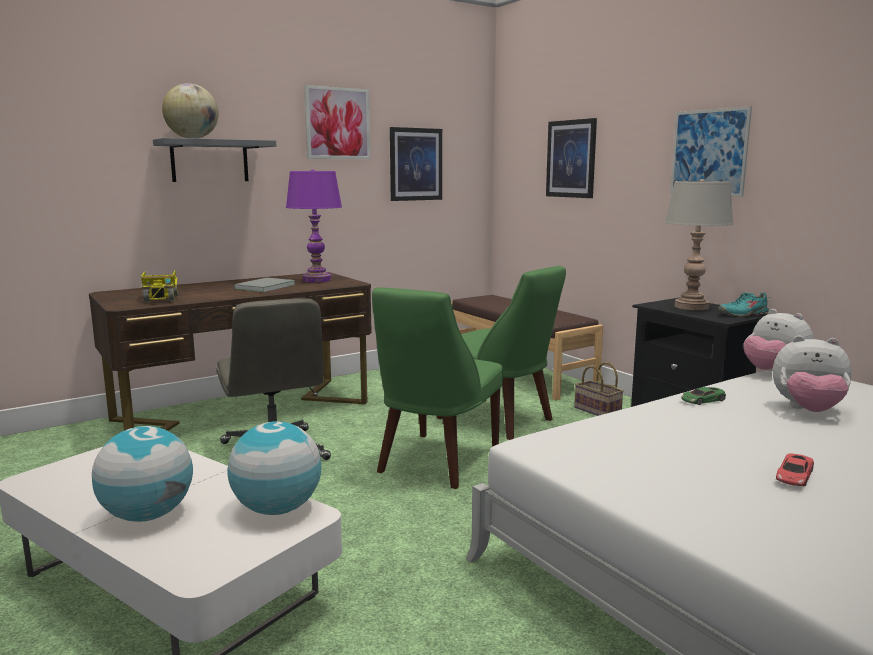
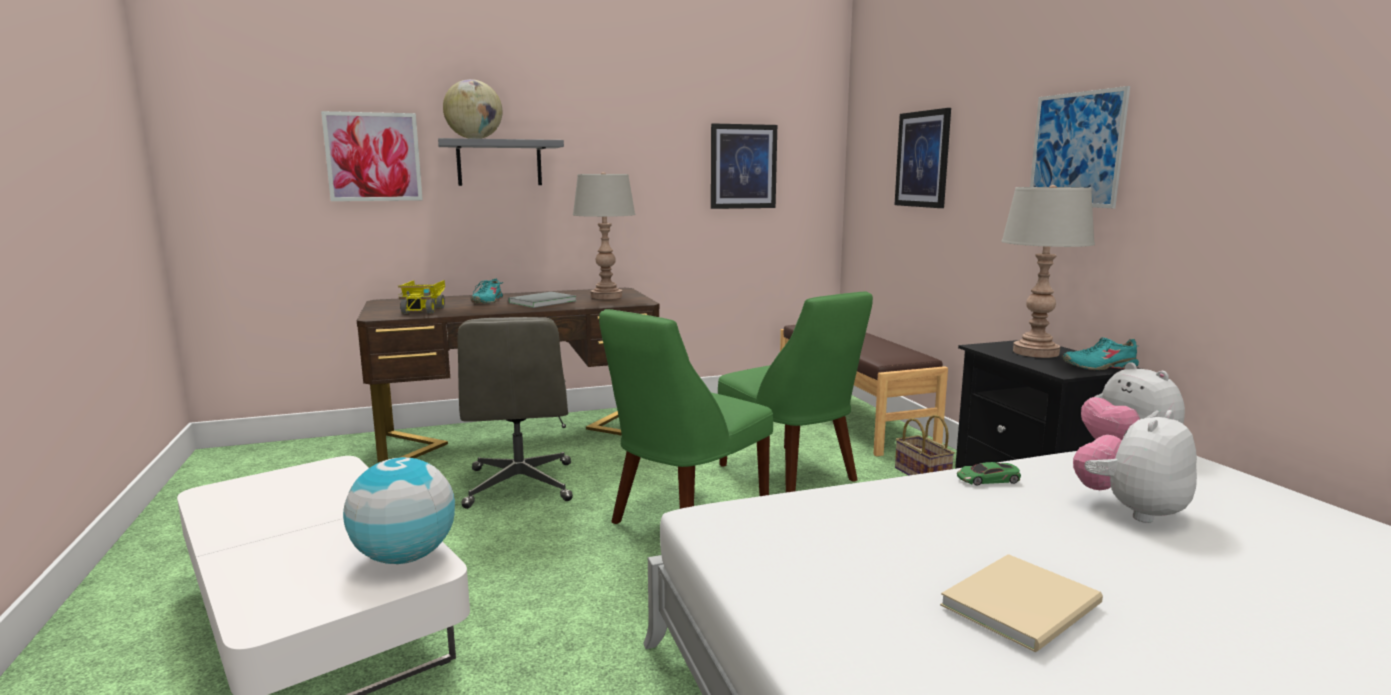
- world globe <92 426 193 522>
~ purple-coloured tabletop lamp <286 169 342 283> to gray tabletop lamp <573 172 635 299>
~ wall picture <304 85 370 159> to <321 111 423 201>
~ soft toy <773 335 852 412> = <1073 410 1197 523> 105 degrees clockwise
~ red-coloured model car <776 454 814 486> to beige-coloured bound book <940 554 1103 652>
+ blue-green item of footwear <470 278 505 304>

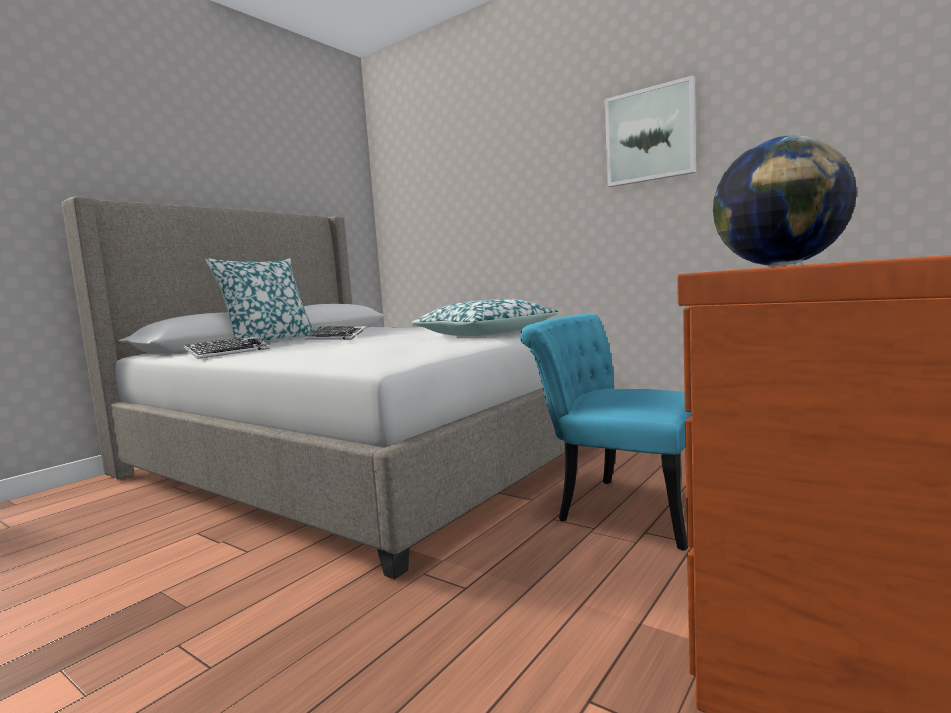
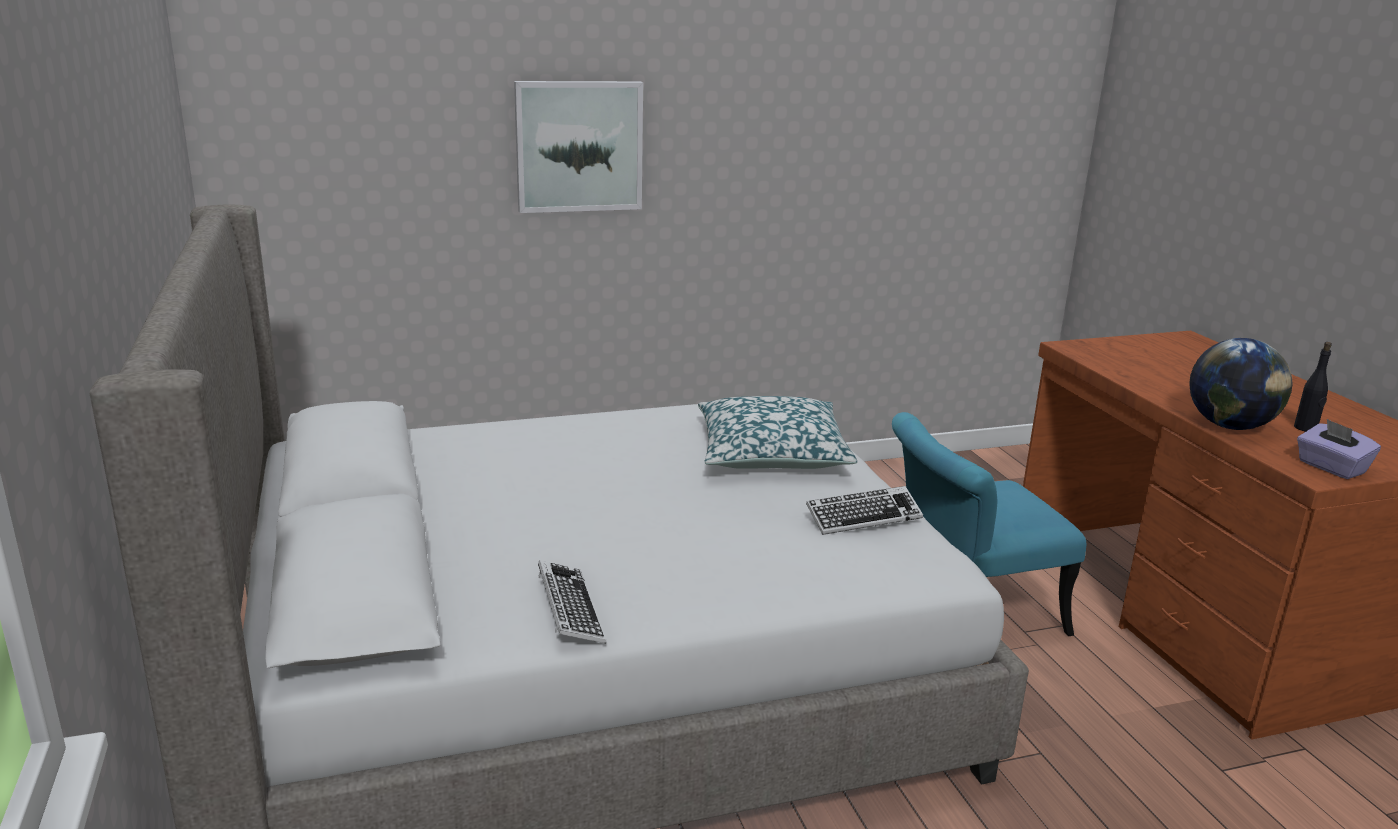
- throw pillow <205 258 315 341>
~ PC keyboard <305 326 367 340> to <806 486 923 535>
~ wall picture <605 75 696 187> to <514 81 643 213>
+ black beverage bottle <1294 342 1332 432>
+ purple-coloured tissue box <1297 419 1381 479>

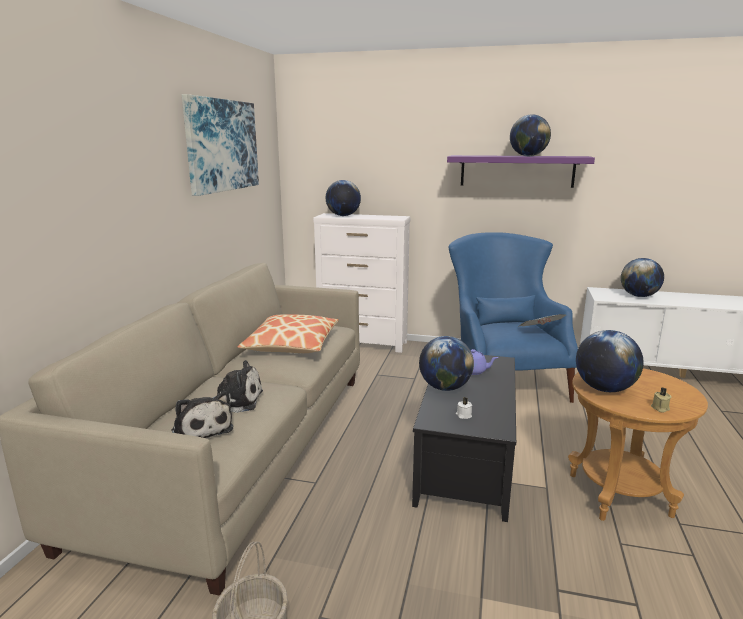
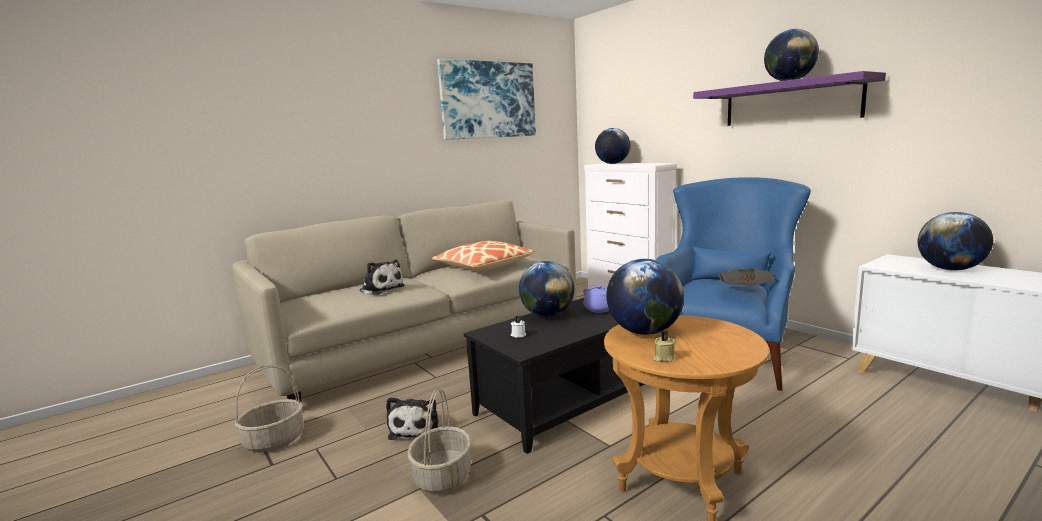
~ soft toy <171 391 233 439> to <386 397 439 440>
+ basket <407 389 472 493>

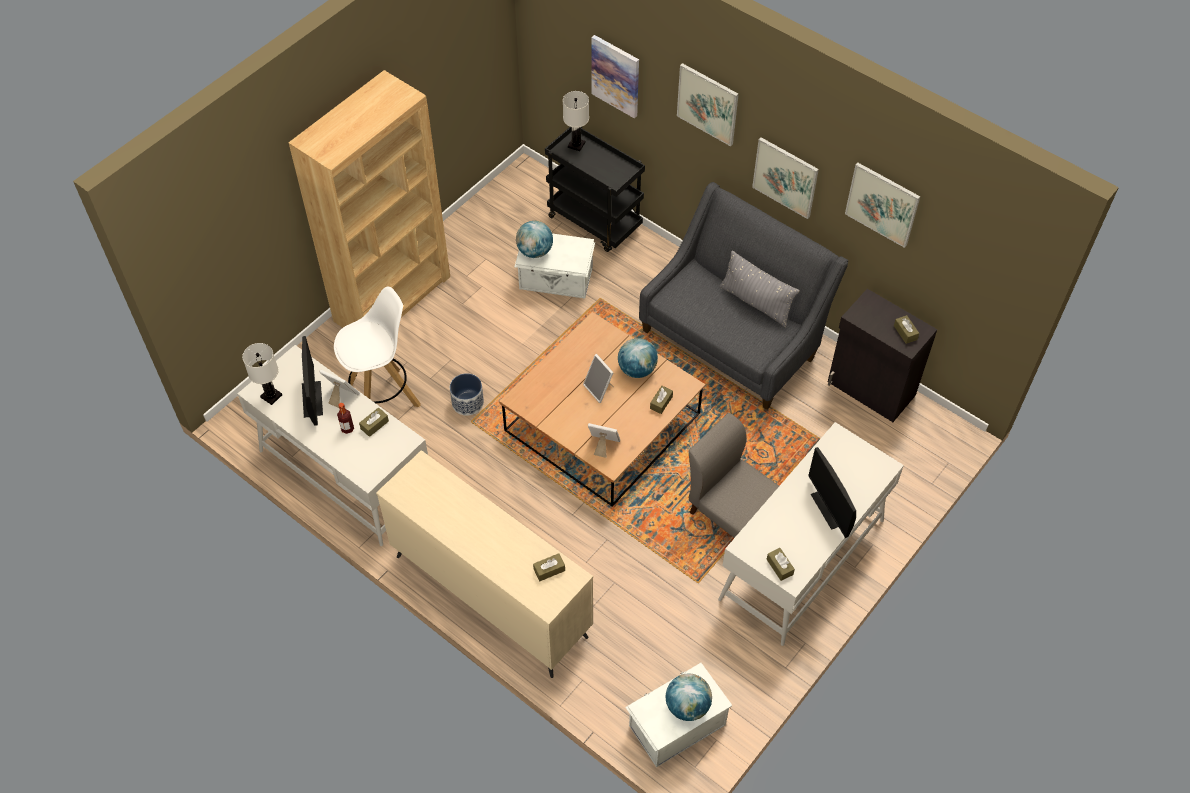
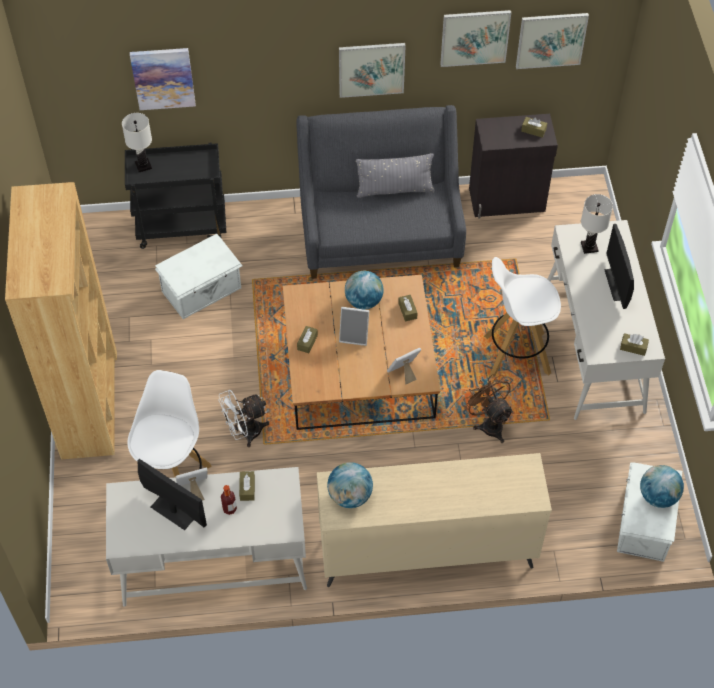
~ white tabletop lamp <242 343 282 405> to <581 194 613 254>
~ planter <450 373 484 416> to white cooling fan <219 390 269 447>
~ world globe <516 221 553 258> to <327 462 373 508>
~ brown-coloured tissue box <533 553 565 581> to <297 326 318 353>
~ wall picture <677 63 739 146> to <516 13 589 69>
~ gray chair <689 413 779 538> to white sitting stool <484 257 561 378>
~ monitor <808 447 856 538> = <604 224 634 309> 60 degrees clockwise
+ brown-coloured cooling fan <464 374 514 443>

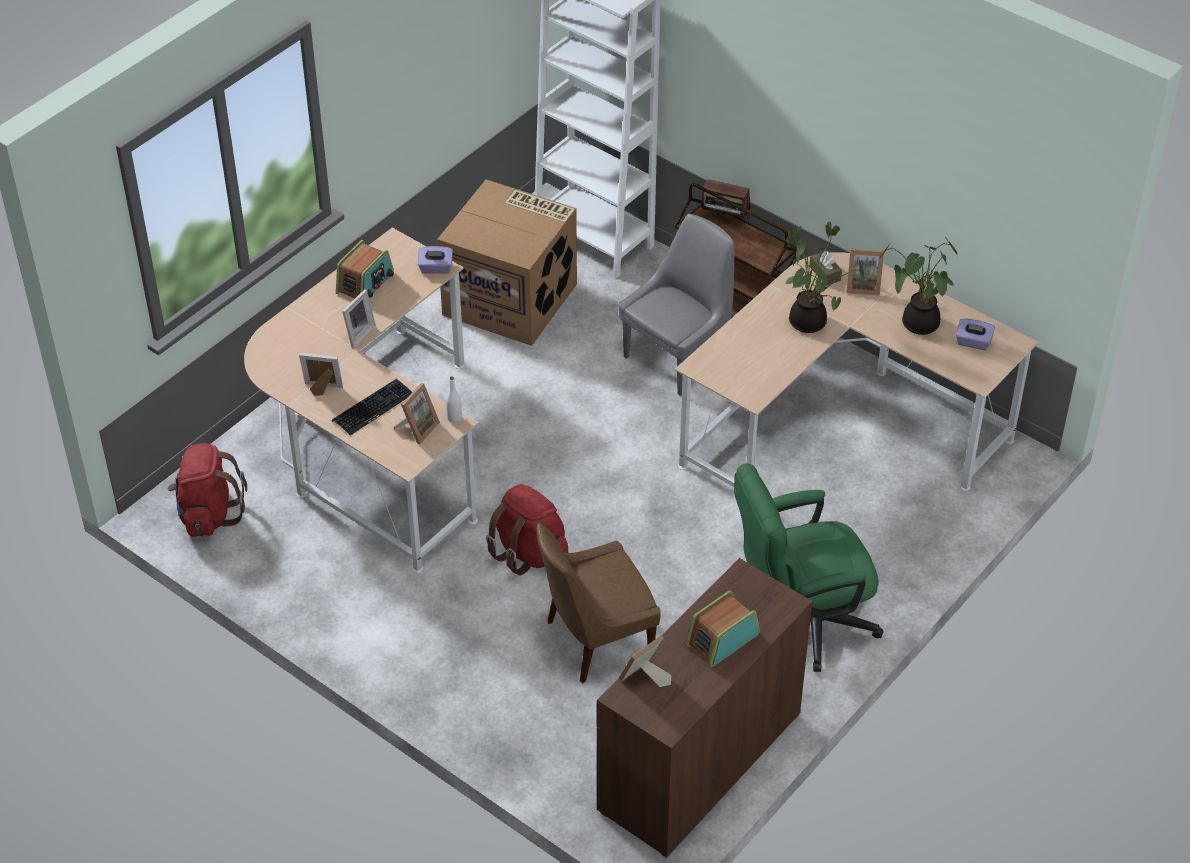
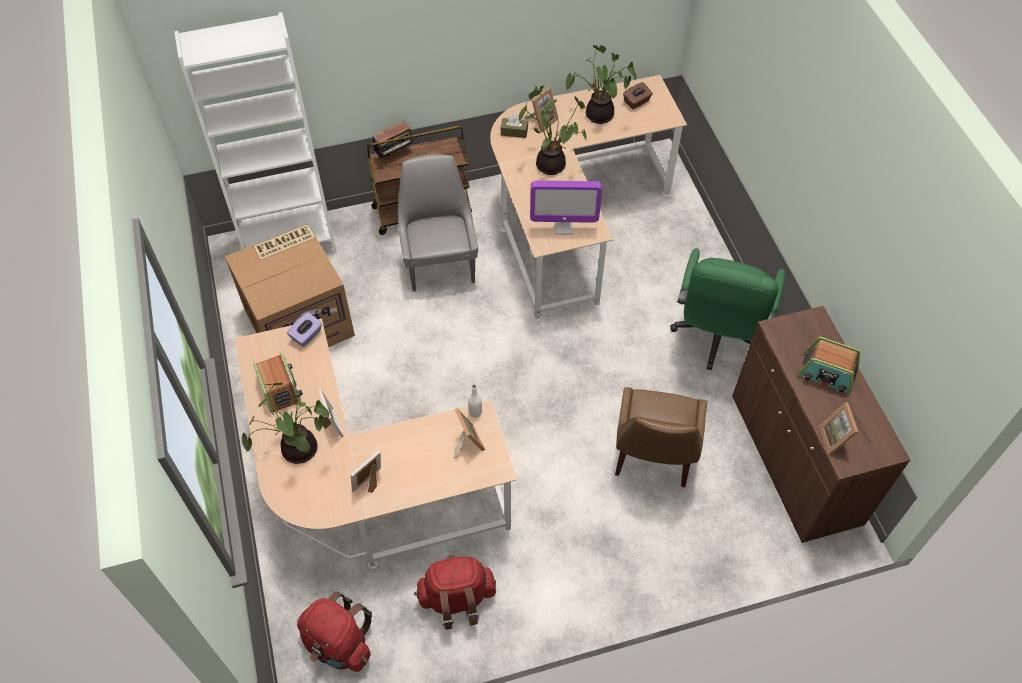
- PC keyboard <332 379 412 435>
~ red-coloured knapsack <486 484 568 576> to <414 554 496 630>
~ radio set <686 590 760 667> = <797 337 860 393> 60 degrees counterclockwise
~ purple-coloured tissue box <956 319 995 350> to brown-coloured tissue box <623 82 653 109>
+ potted plant <242 383 329 464>
+ monitor <530 181 602 234>

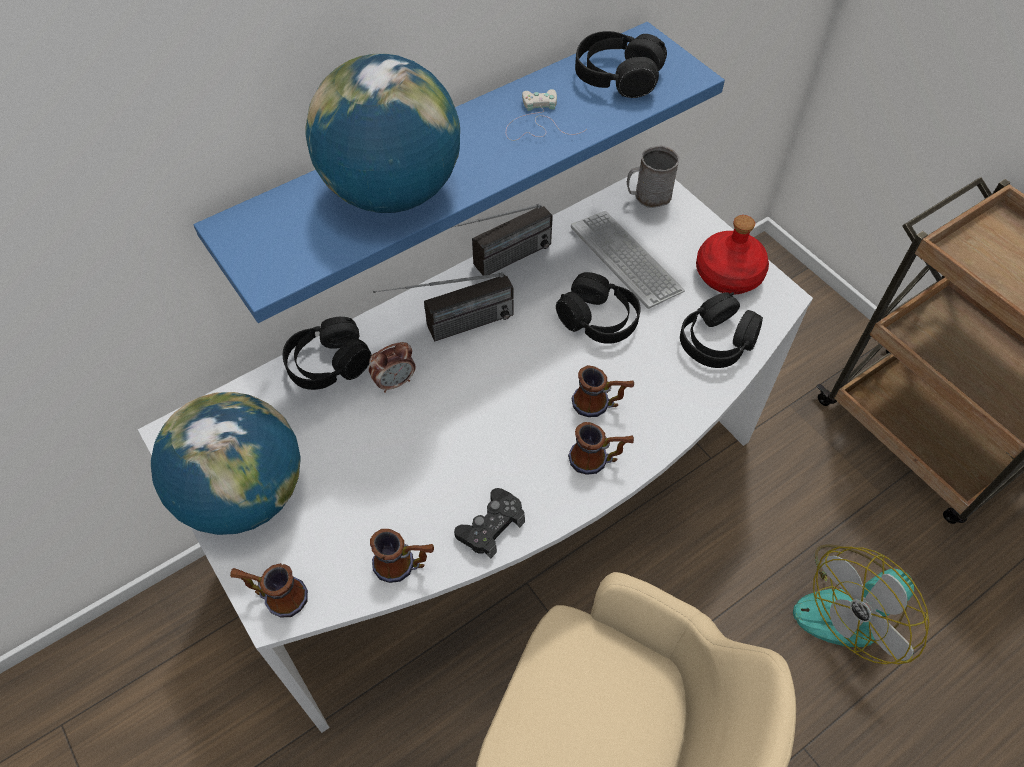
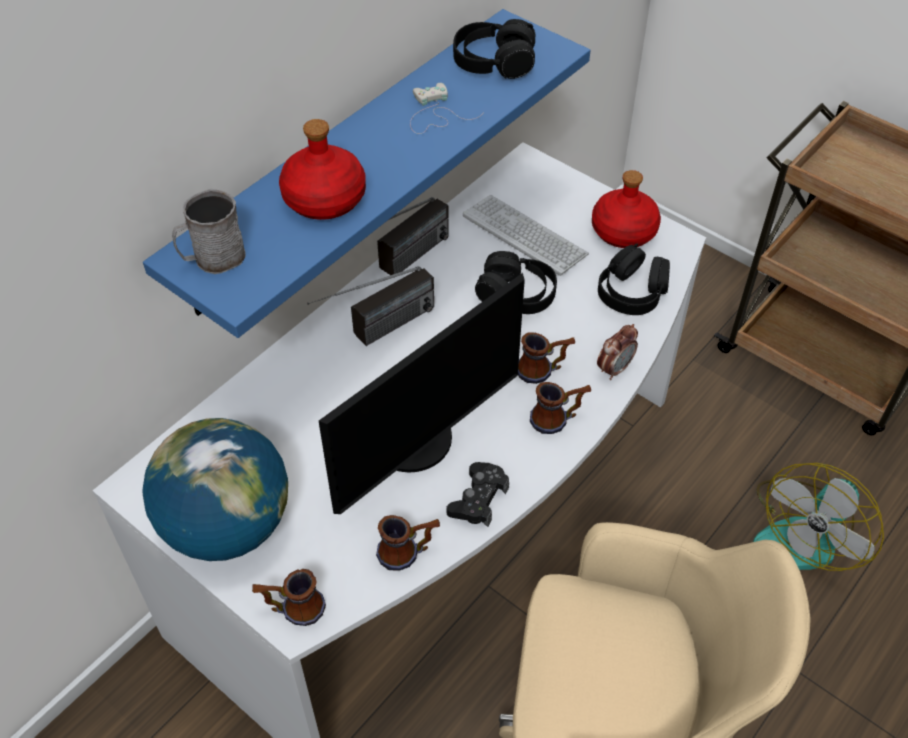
- black pair of headphones <283 317 372 390>
~ world globe <306 54 460 213> to red-coloured beverage bottle <279 119 366 220>
~ alarm clock <369 342 416 393> to <597 324 638 380>
~ gray mug <627 145 680 208> to <172 189 246 274>
+ monitor <319 273 525 514>

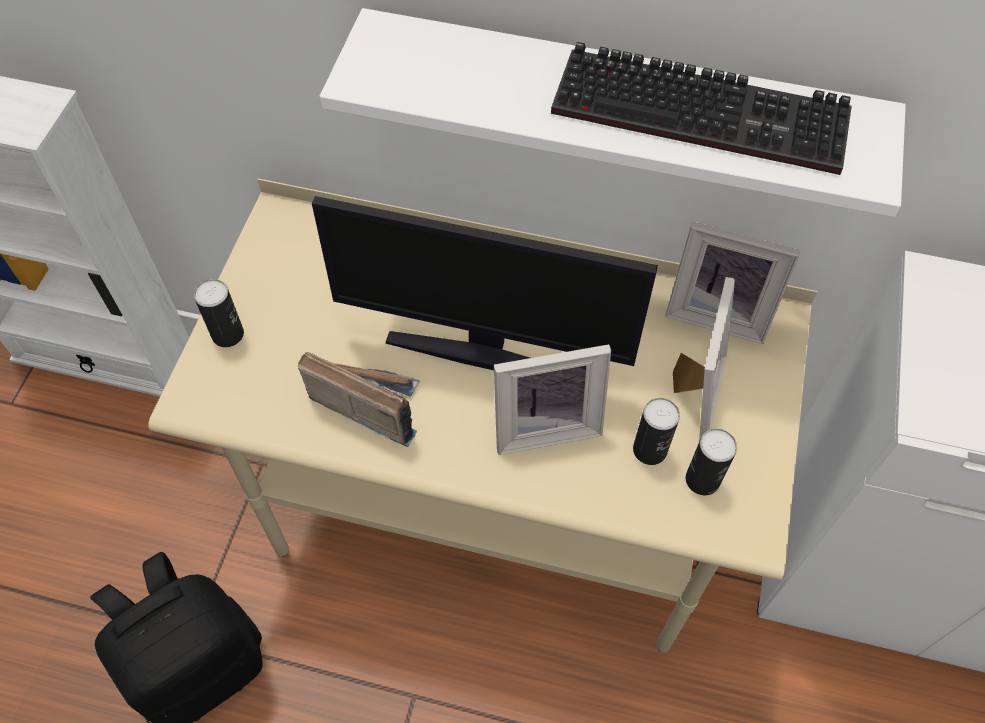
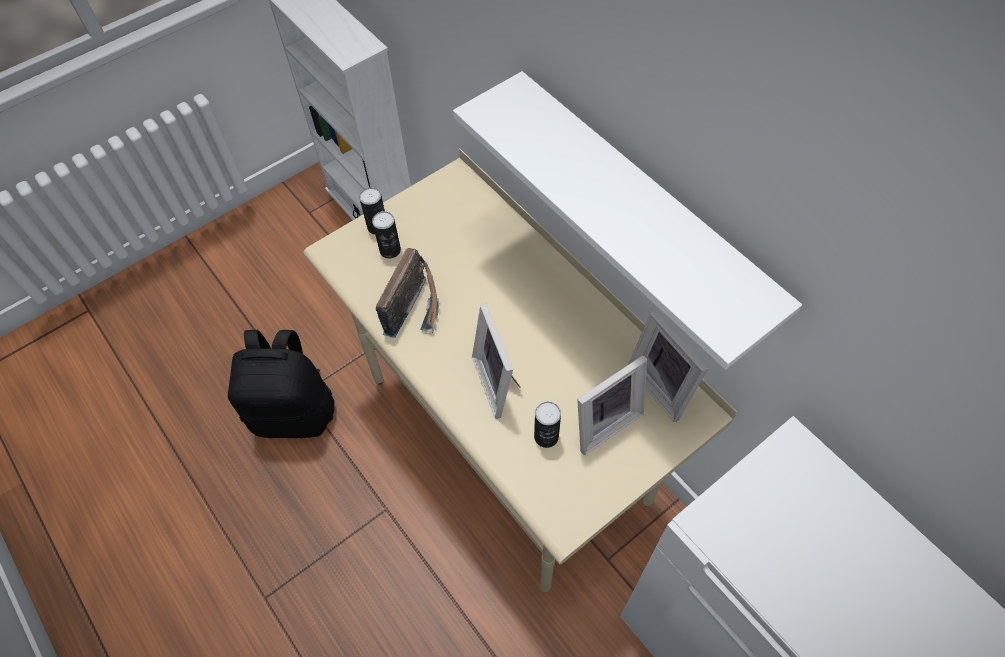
~ radio set <298 352 420 447> = <376 248 439 338> 45 degrees clockwise
- monitor <312 196 658 370>
~ photo frame <494 344 611 455> = <472 304 521 419> 45 degrees clockwise
- PC keyboard <551 42 852 175>
~ metal can <686 429 737 495> to <372 211 401 259>

